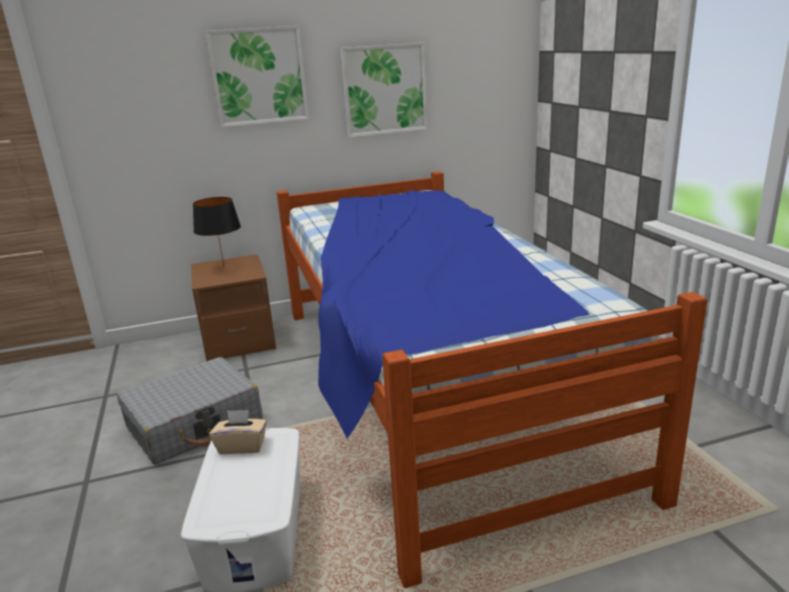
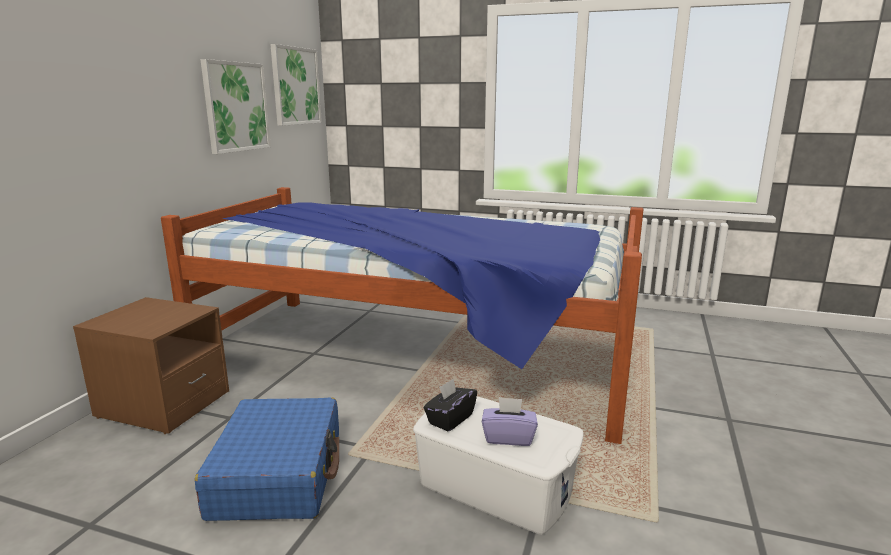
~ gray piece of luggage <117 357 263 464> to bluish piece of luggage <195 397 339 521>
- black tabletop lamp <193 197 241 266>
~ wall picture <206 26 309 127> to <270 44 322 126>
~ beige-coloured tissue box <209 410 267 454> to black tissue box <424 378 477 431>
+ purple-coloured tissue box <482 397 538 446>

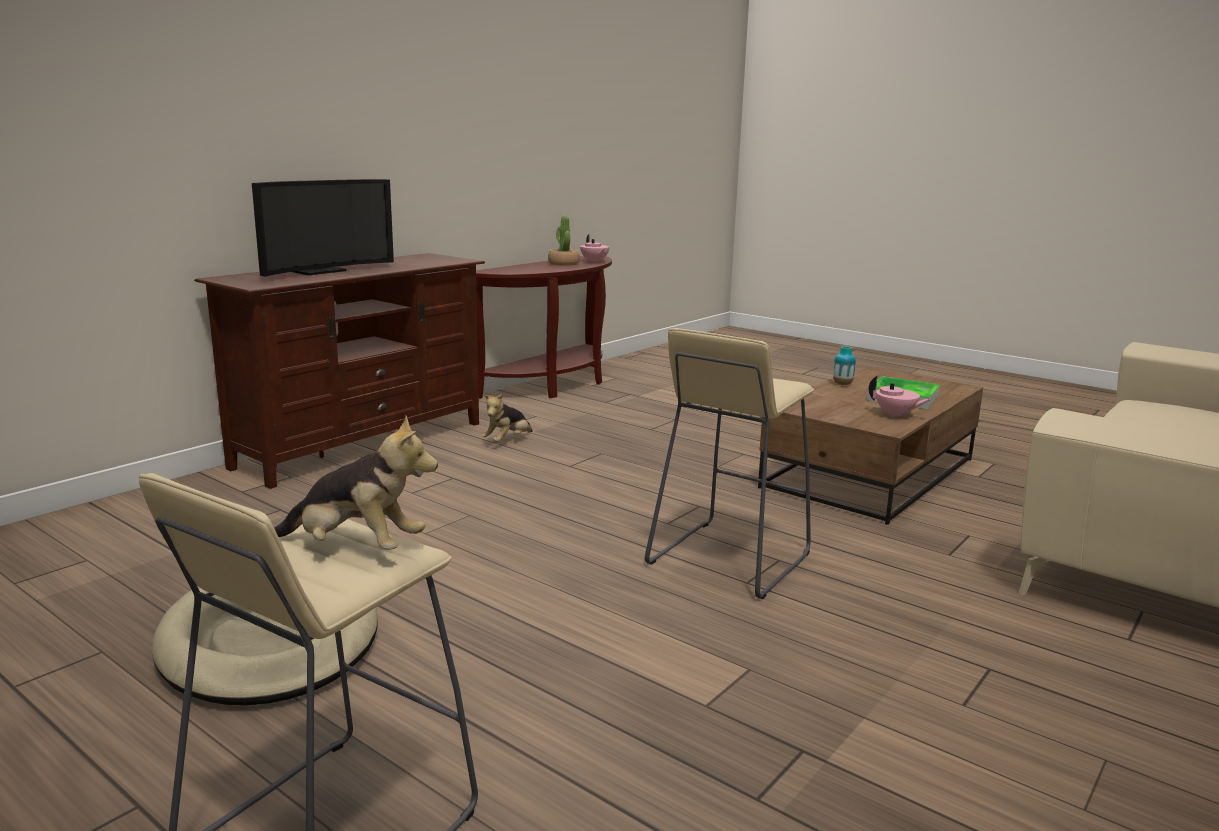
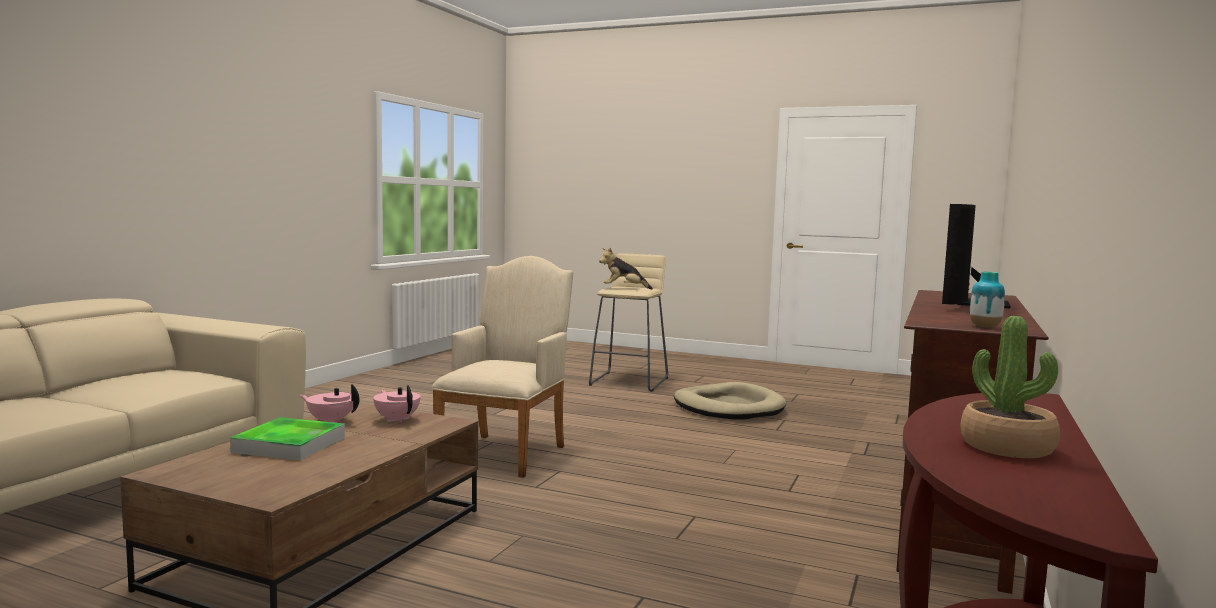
- soft toy <482 393 533 442>
~ pink teapot <580 234 609 263> to <373 385 421 423>
~ beige-coloured sitting stool <645 328 814 599> to beige-coloured armchair <431 256 573 478>
~ vase <833 346 856 385> to <970 271 1005 328>

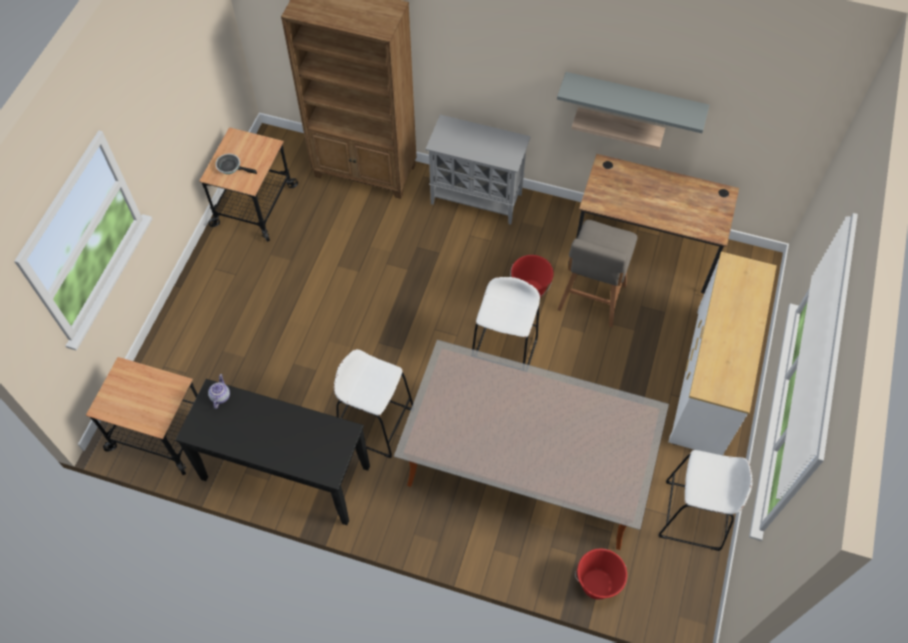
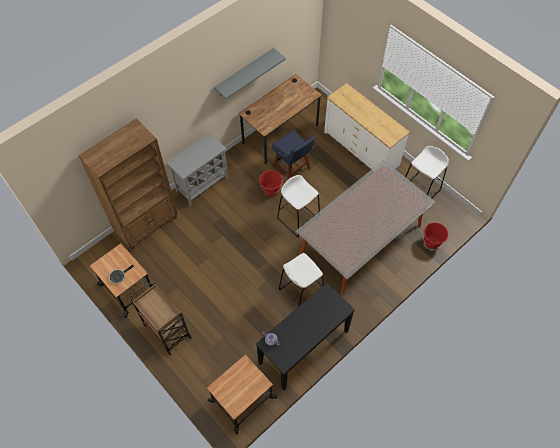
~ gray sitting stool <557 220 637 327> to bluish chair <272 130 316 179>
- wall shelf <571 107 665 150>
+ brown-coloured wheeled cart <131 282 192 355>

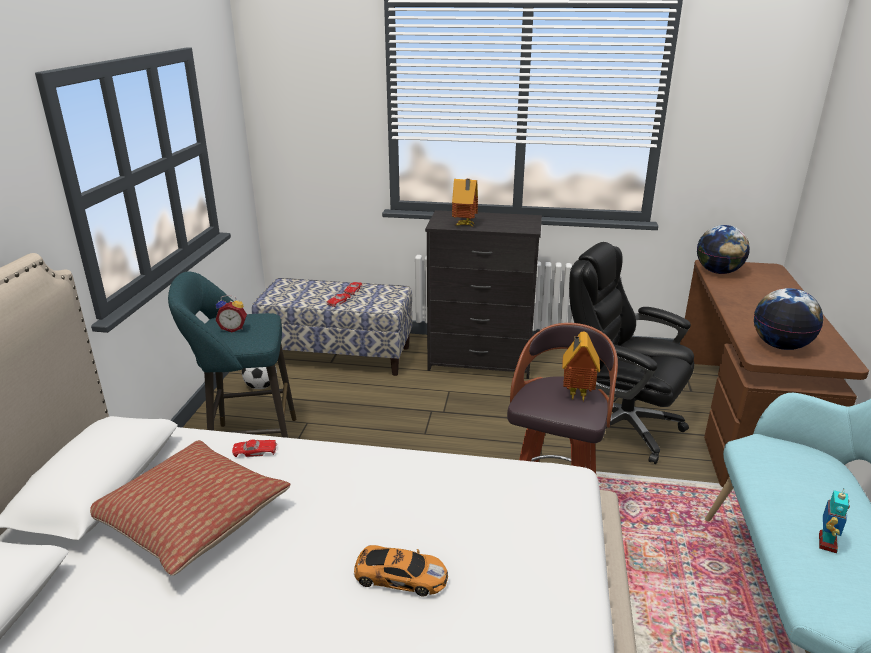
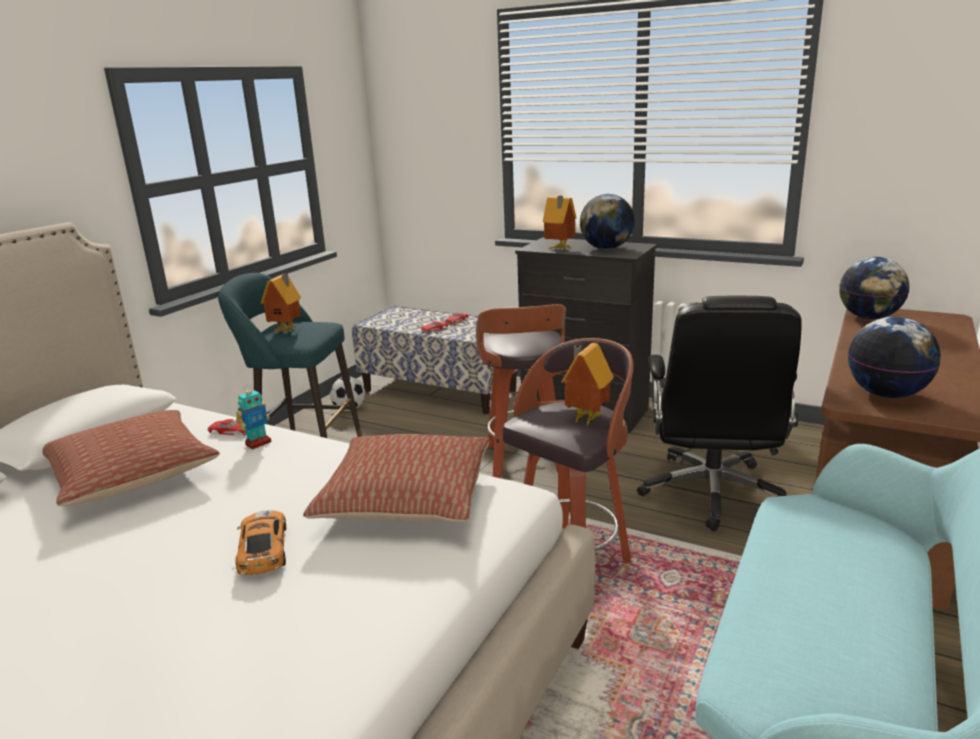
~ alarm clock <216 295 247 332> to model house <261 273 301 332>
~ model car <354 545 448 597> = <235 510 286 575> 135 degrees counterclockwise
~ black computer chair <569 242 694 464> = <637 296 802 531> 135 degrees counterclockwise
~ robot figure <819 488 850 553> to <236 384 271 449>
+ throw pillow <303 434 490 522>
+ sitting stool <476 304 566 478>
+ world globe <580 194 635 250>

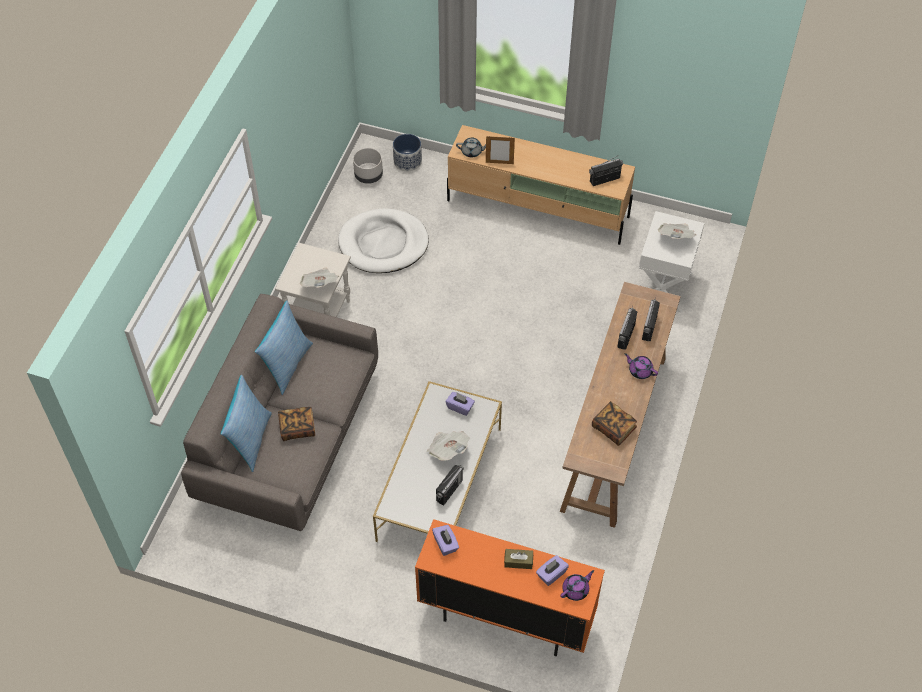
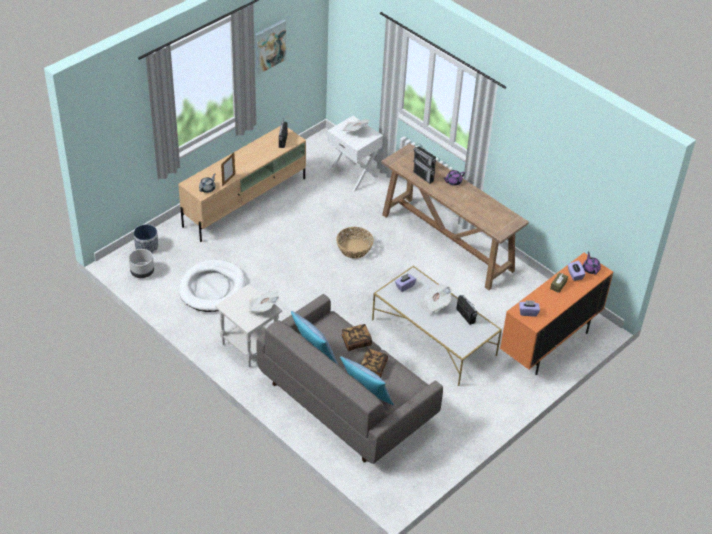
~ bound book <592 401 637 446> to <341 324 372 351>
+ wall picture <255 19 286 75>
+ basket <336 227 374 259>

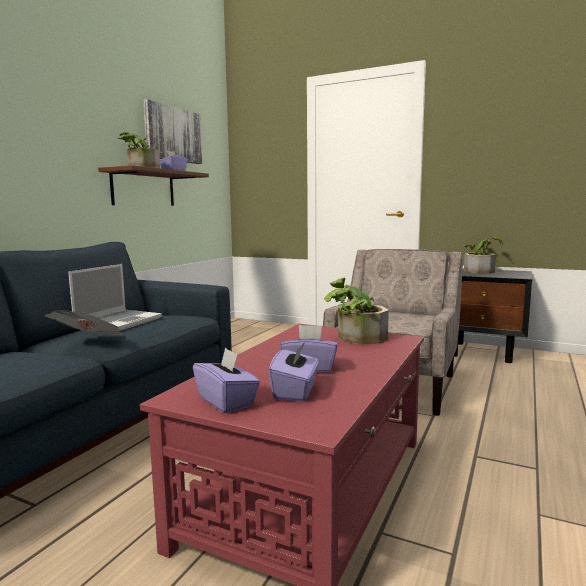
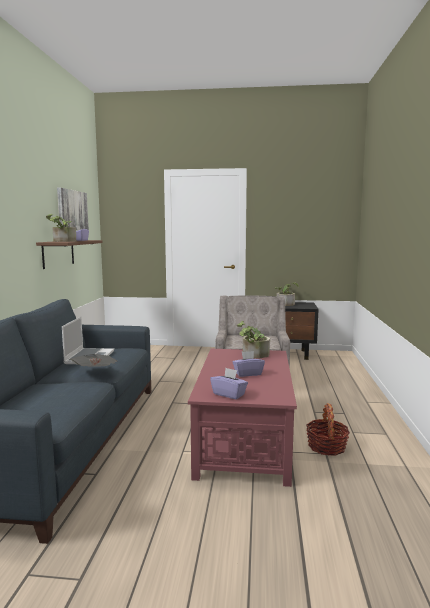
- purple-coloured tissue box <268 342 319 402>
+ basket <306 403 350 456>

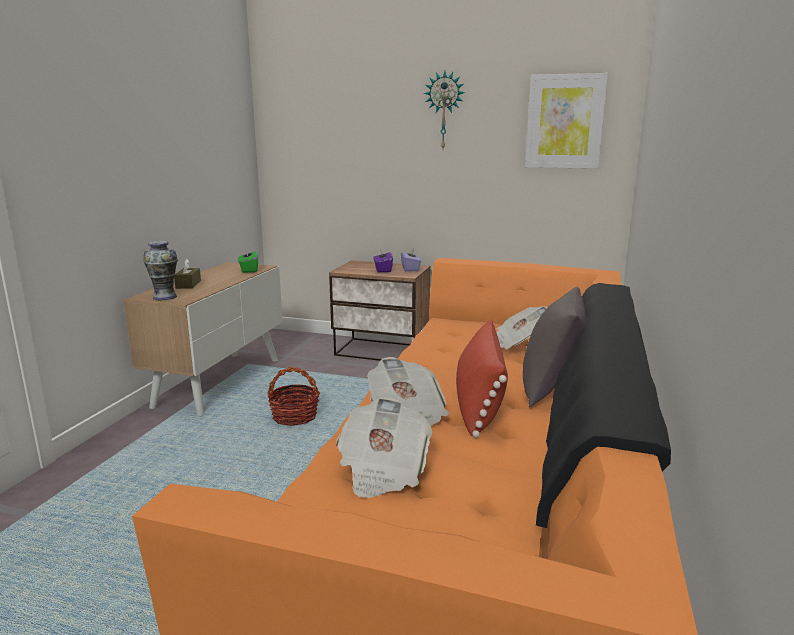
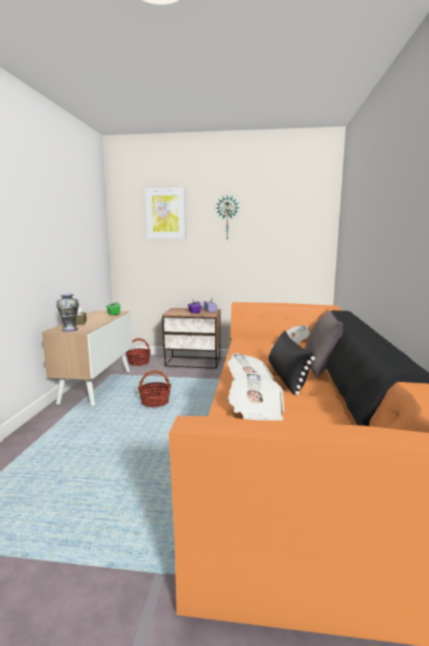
~ red-coloured throw pillow <456 319 508 438> to black throw pillow <269 331 315 395>
~ wall picture <525 73 608 169> to <145 188 186 239>
+ basket <126 338 151 366>

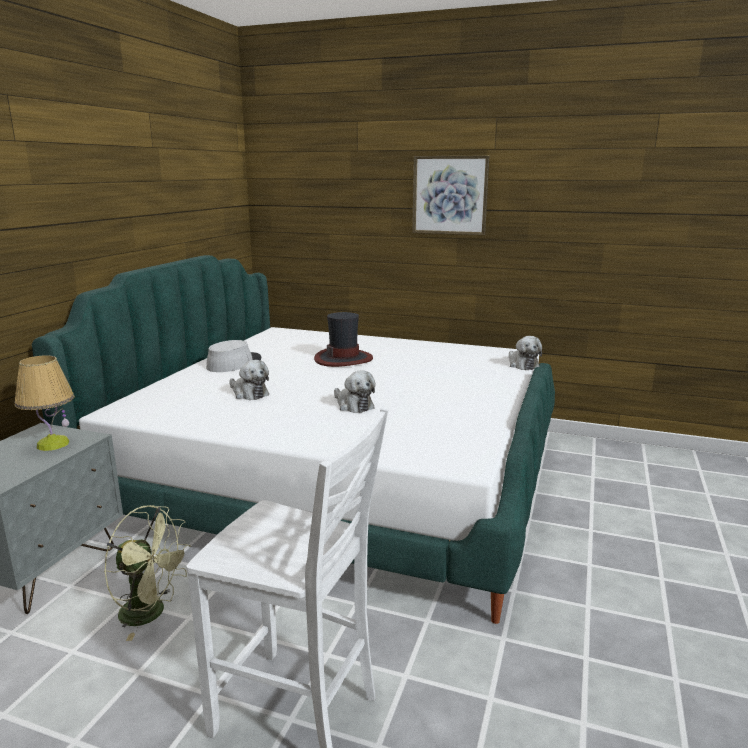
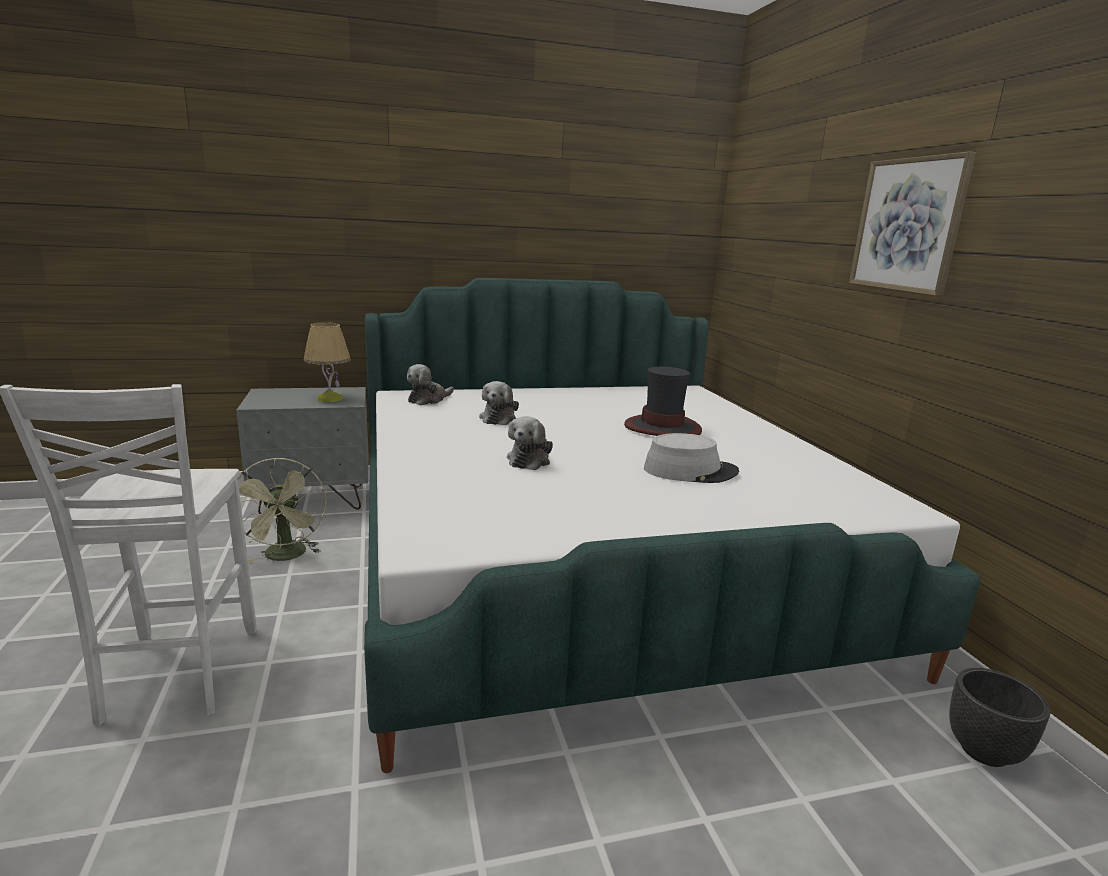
~ gray clothing hat <206 340 261 372> to <644 433 739 483>
~ soft toy <509 336 542 370> to <407 364 454 405>
+ black planter <949 668 1050 767>

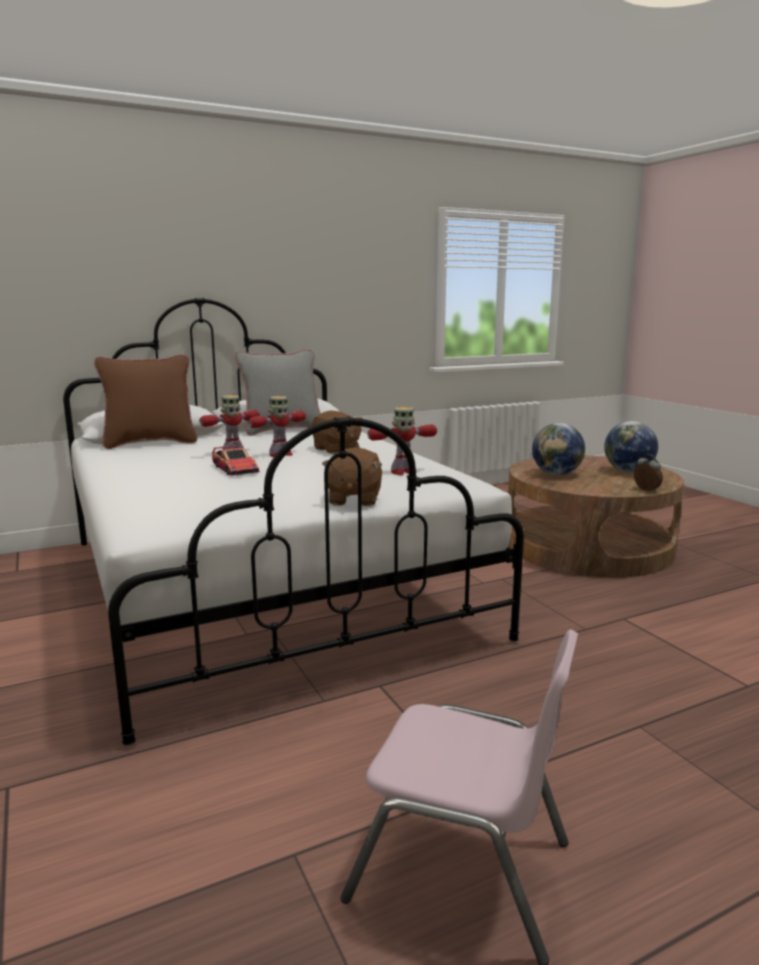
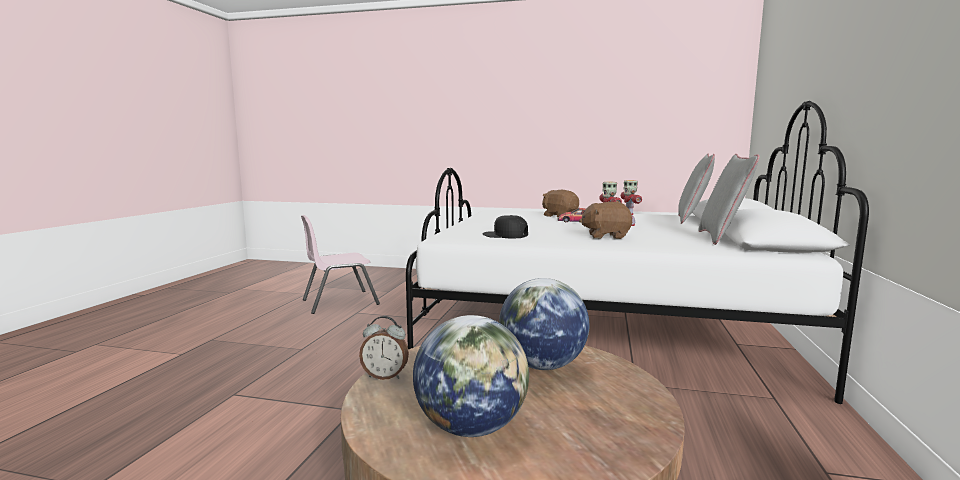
~ brown-coloured throw pillow <94 355 197 449> to gray throw pillow <678 153 715 224>
~ brown-coloured soft toy <322 447 382 506> to <542 190 579 218>
~ robot figure <368 407 437 475> to black peaked cap <483 215 528 238>

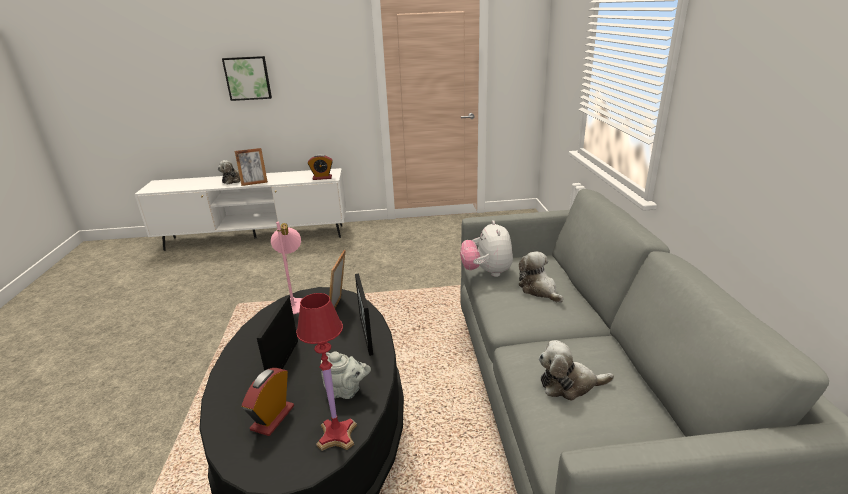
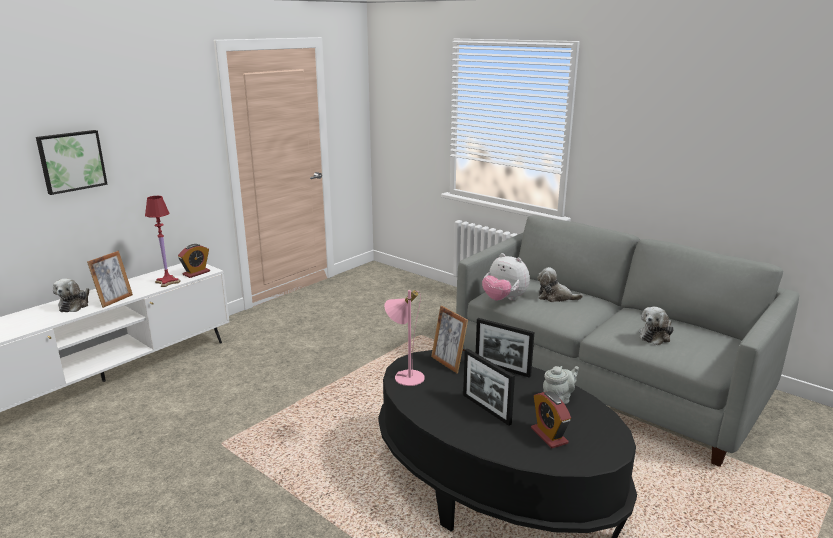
~ red-coloured tabletop lamp <296 293 357 451> to <145 196 181 287>

